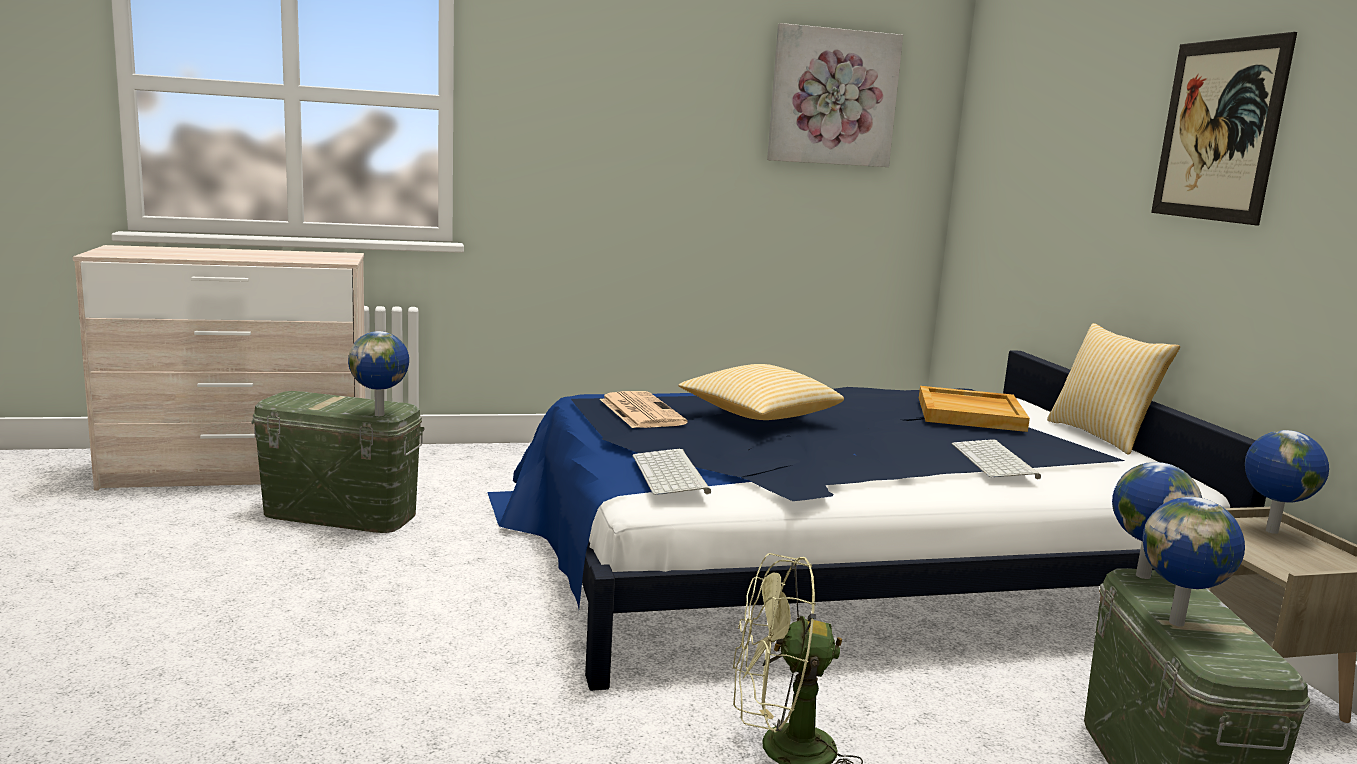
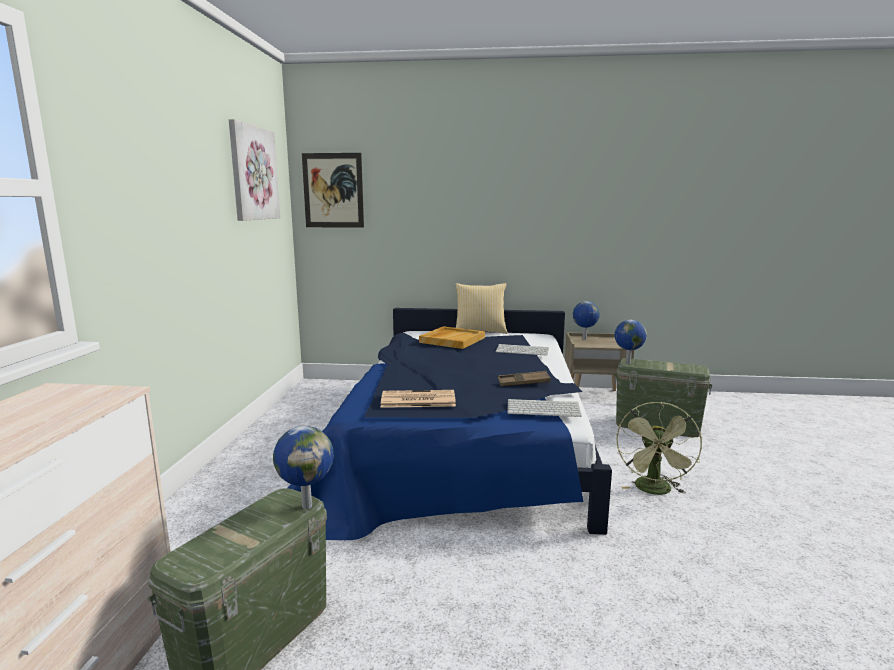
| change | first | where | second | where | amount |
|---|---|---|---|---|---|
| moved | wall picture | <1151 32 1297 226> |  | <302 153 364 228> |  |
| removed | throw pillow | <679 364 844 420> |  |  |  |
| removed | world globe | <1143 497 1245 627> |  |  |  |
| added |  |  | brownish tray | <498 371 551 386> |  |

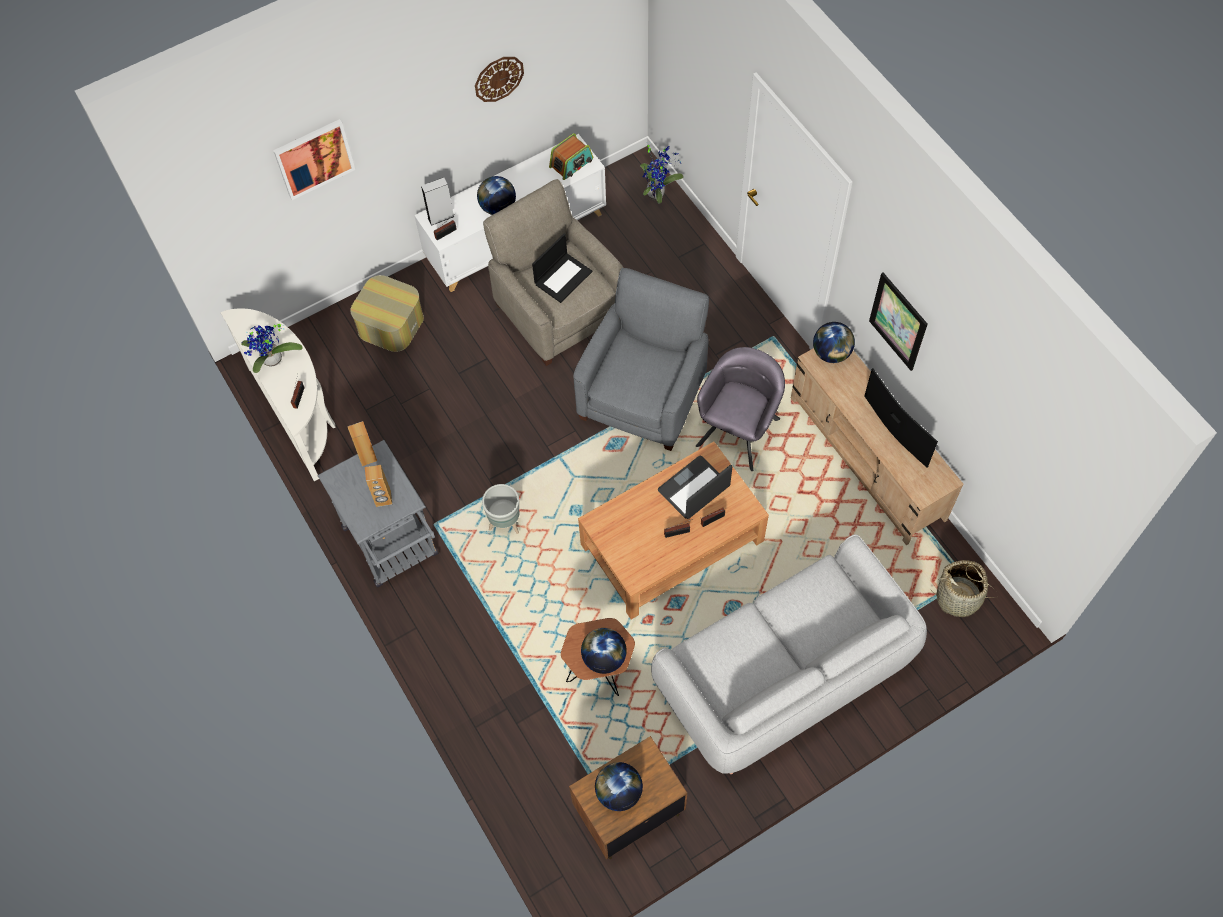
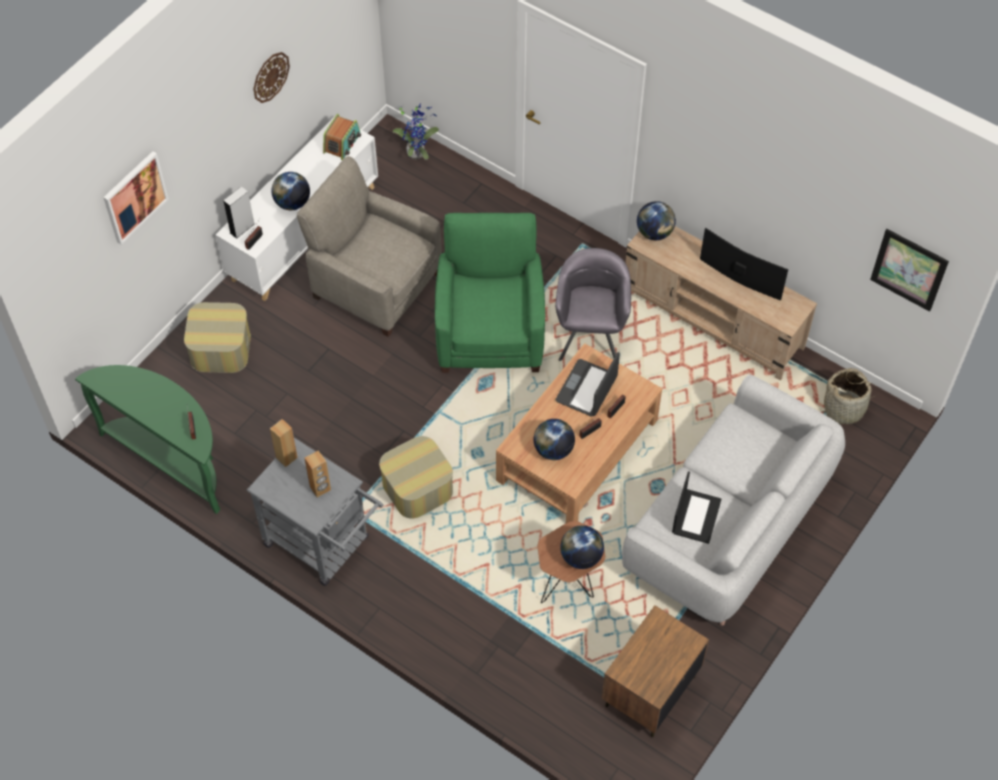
| change | first | where | second | where | amount |
|---|---|---|---|---|---|
| moved | laptop | <532 233 592 303> |  | <672 472 722 544> |  |
| recoloured | gray easy chair | <573 268 709 451> | green-coloured easy chair | <435 213 545 373> |  |
| moved | wall picture | <869 273 928 371> |  | <870 229 949 312> |  |
| recoloured | white-coloured hall table | <220 308 336 481> | green-coloured hall table | <75 365 220 514> |  |
| removed | plant in a pot | <241 324 303 373> |  |  |  |
| replaced | gray plant pot | <482 484 520 534> | pouffe | <379 436 453 518> |  |
| moved | world globe | <595 762 643 811> |  | <534 419 575 460> |  |

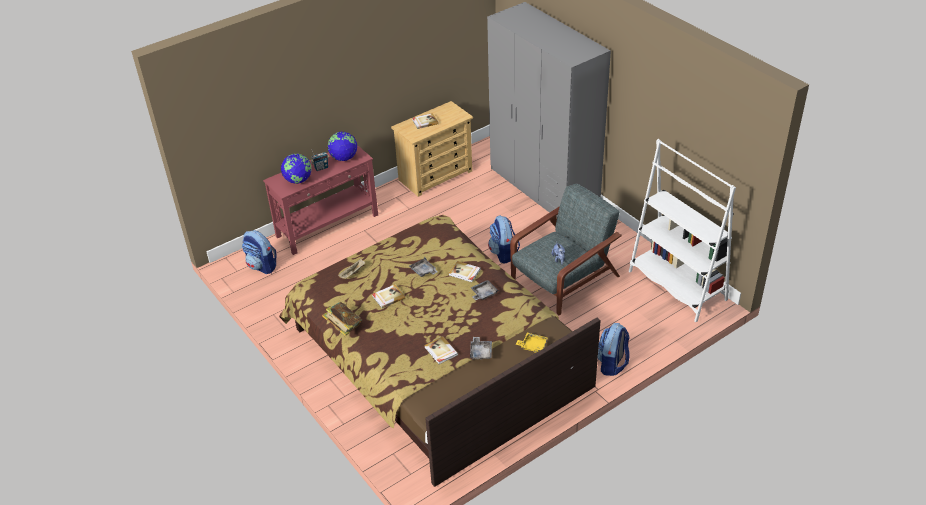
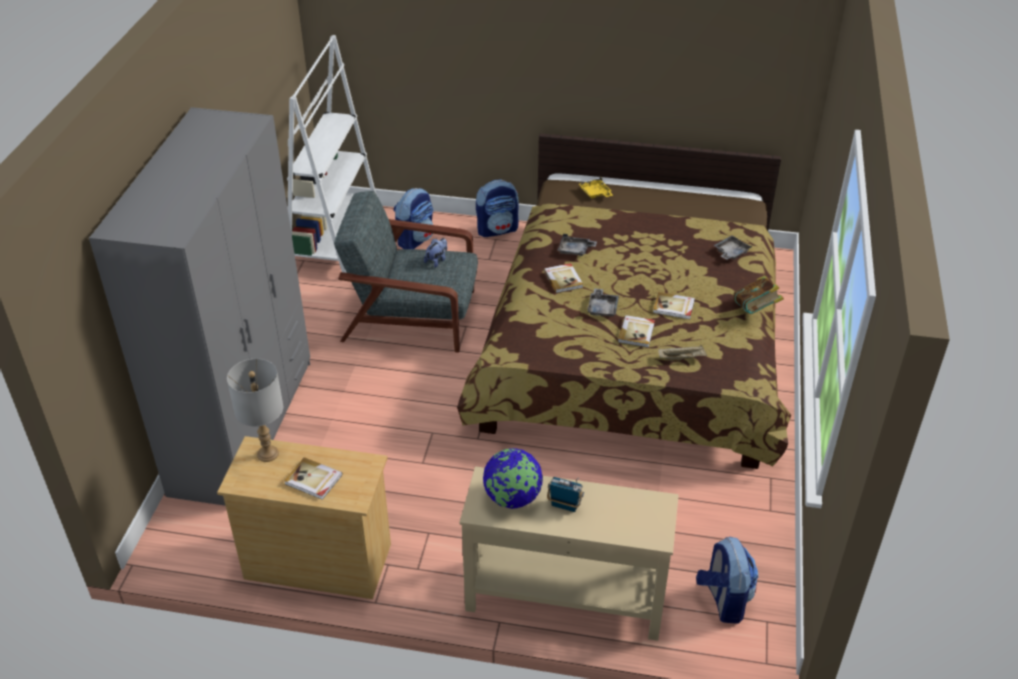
| change | first | where | second | where | amount |
|---|---|---|---|---|---|
| recoloured | red hall table | <263 145 378 255> | sand-coloured hall table | <459 466 679 641> |  |
| removed | world globe | <281 153 312 184> |  |  |  |
| moved | rucksack | <488 215 520 264> |  | <393 188 433 249> |  |
| moved | book | <424 336 458 364> |  | <618 315 655 348> |  |
| moved | gray tray | <470 337 492 360> |  | <714 236 752 260> |  |
| added |  |  | gray tabletop lamp | <227 359 283 462> |  |

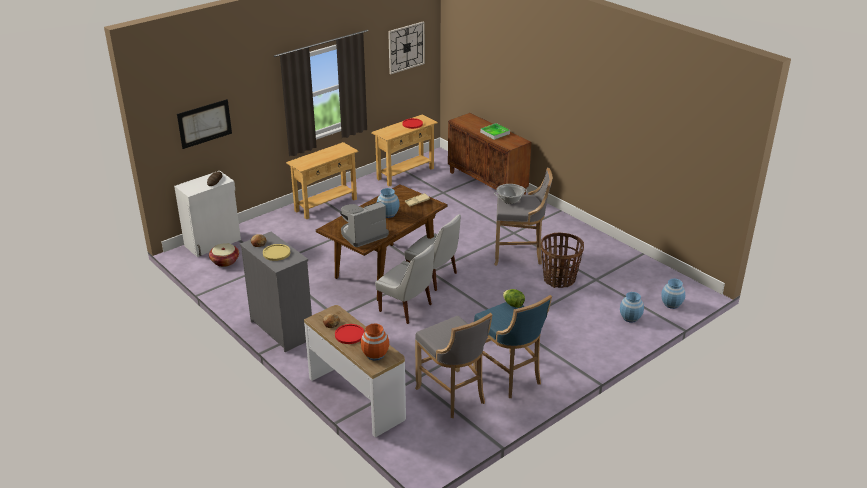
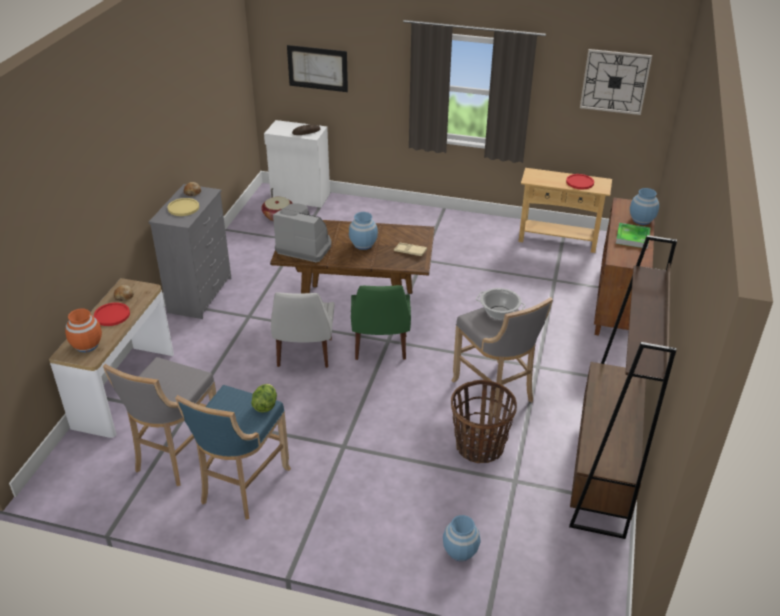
| change | first | where | second | where | amount |
|---|---|---|---|---|---|
| removed | sand-coloured hall table | <286 142 359 219> |  |  |  |
| recoloured | white-coloured plain chair | <404 214 461 291> | green-coloured plain chair | <351 285 411 360> |  |
| moved | blue flower vase | <661 279 685 309> |  | <630 188 659 225> |  |
| added |  |  | brownish bookcase | <569 235 677 539> |  |

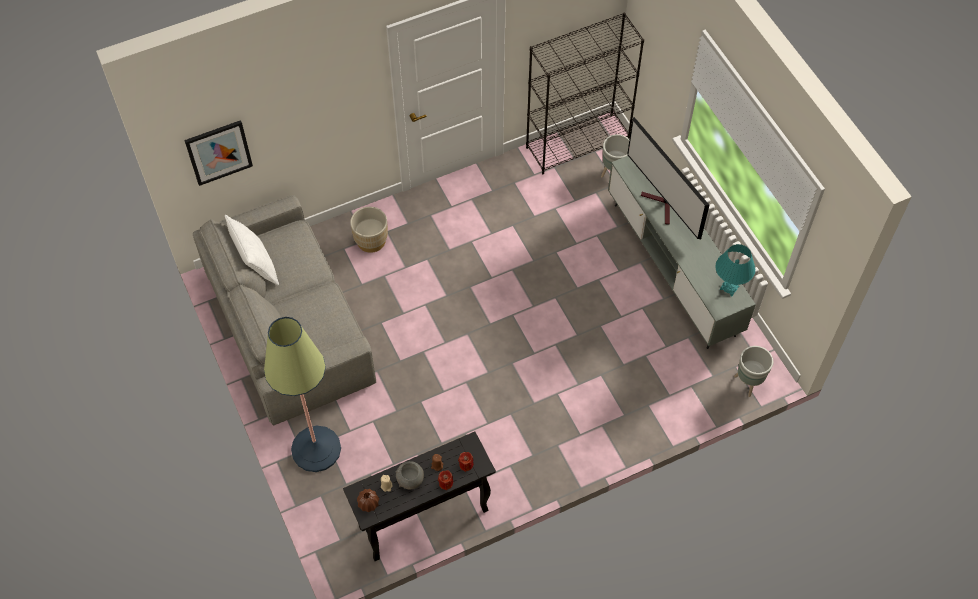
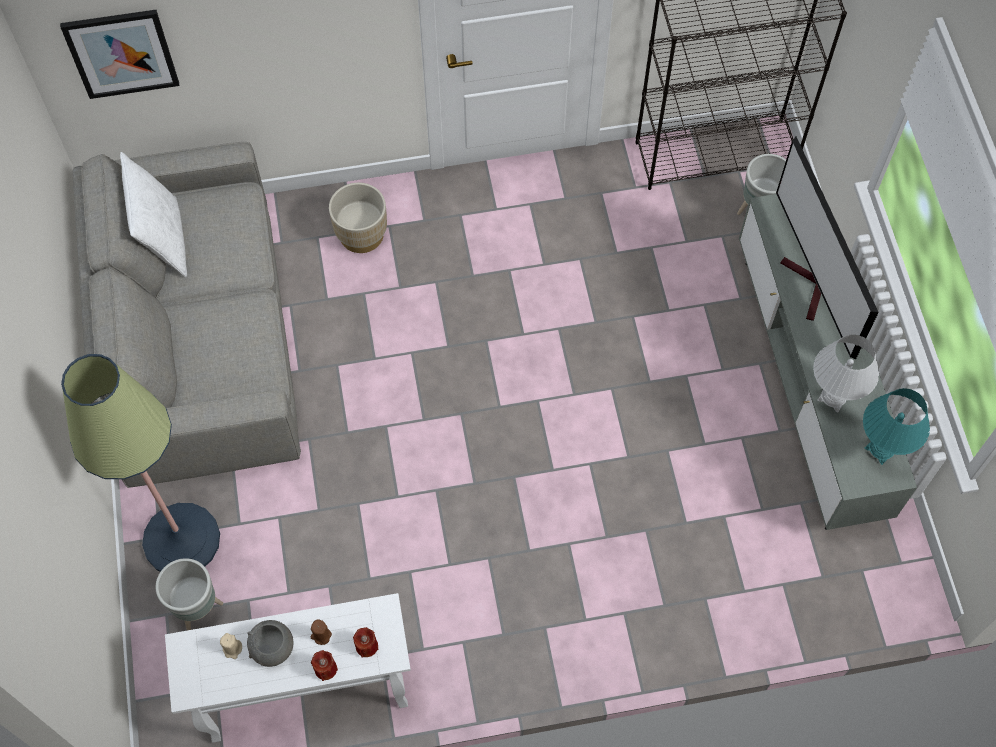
| change | first | where | second | where | amount |
|---|---|---|---|---|---|
| moved | gray plant pot | <734 346 773 397> |  | <155 558 223 630> |  |
| recoloured | blackish hall table | <343 432 496 561> | white-coloured hall table | <165 593 411 743> |  |
| removed | brownish flower vase | <357 489 379 512> |  |  |  |
| added |  |  | white-coloured tabletop lamp | <813 335 879 413> |  |

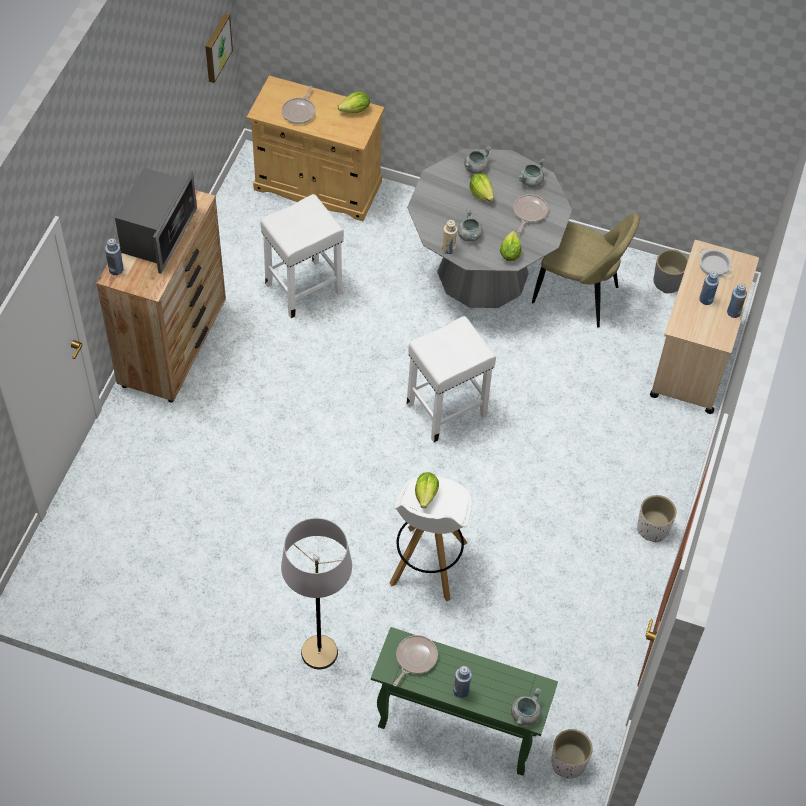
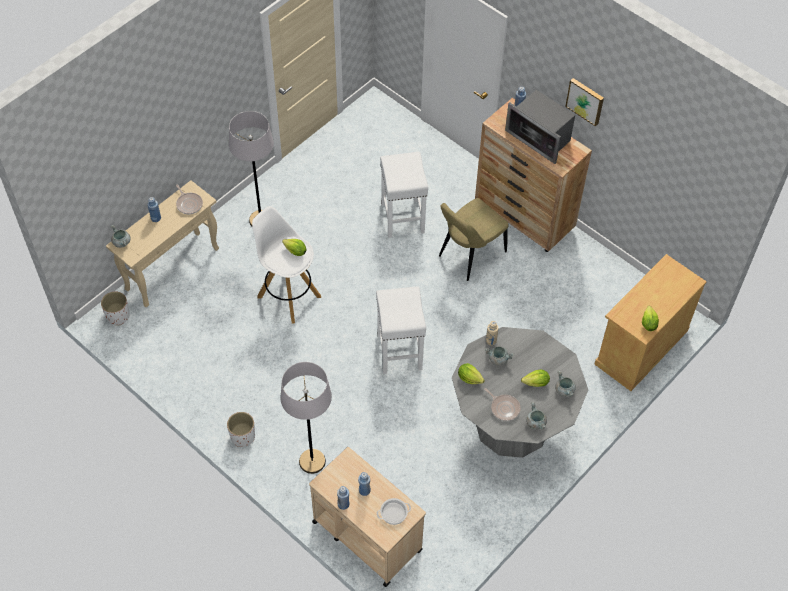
| change | first | where | second | where | amount |
|---|---|---|---|---|---|
| moved | wall picture | <205 13 233 83> |  | <565 78 604 126> |  |
| removed | skillet | <282 86 316 124> |  |  |  |
| moved | white-coloured sitting stool | <260 194 344 318> |  | <380 152 428 238> |  |
| moved | sand-coloured plain chair | <532 213 640 328> |  | <439 198 509 281> |  |
| removed | gray plant pot | <653 249 688 293> |  |  |  |
| recoloured | green-coloured hall table | <371 627 558 776> | sand-coloured hall table | <106 180 219 307> |  |
| added |  |  | gray floor lamp | <280 362 332 474> |  |

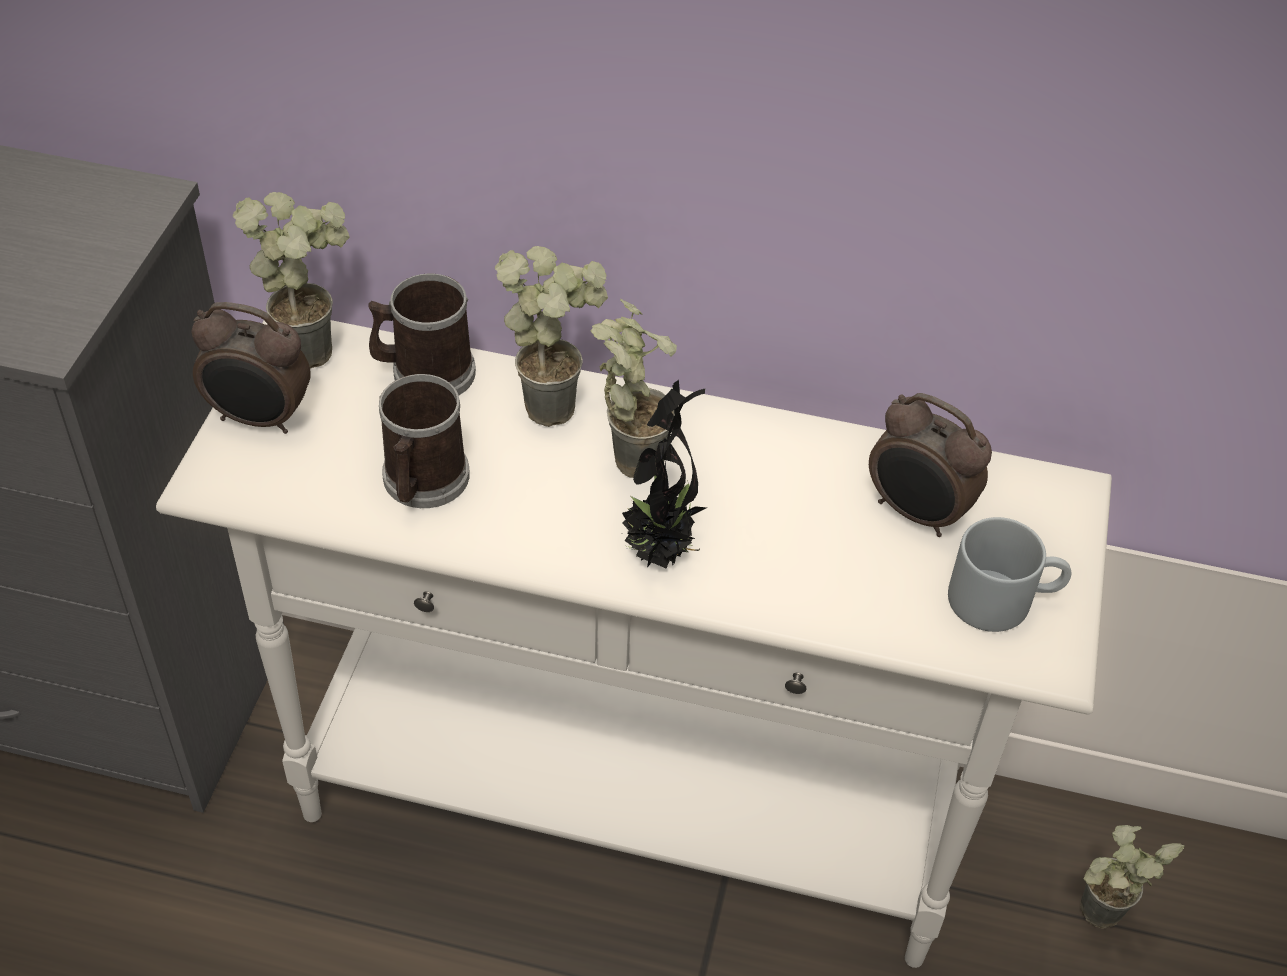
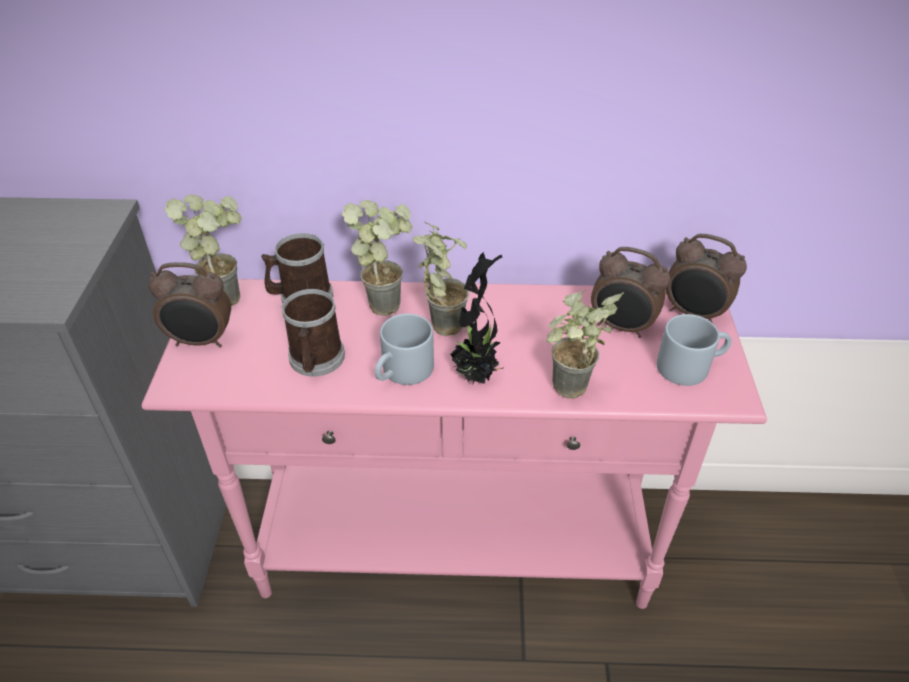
| change | first | where | second | where | amount |
|---|---|---|---|---|---|
| recoloured | white-coloured hall table | <156 320 1112 968> | pinkish hall table | <142 279 767 609> |  |
| moved | plant in a pot | <1080 825 1185 929> |  | <546 290 624 399> |  |
| added |  |  | table clock | <665 234 747 323> |  |
| added |  |  | gray mug | <375 313 434 385> |  |

